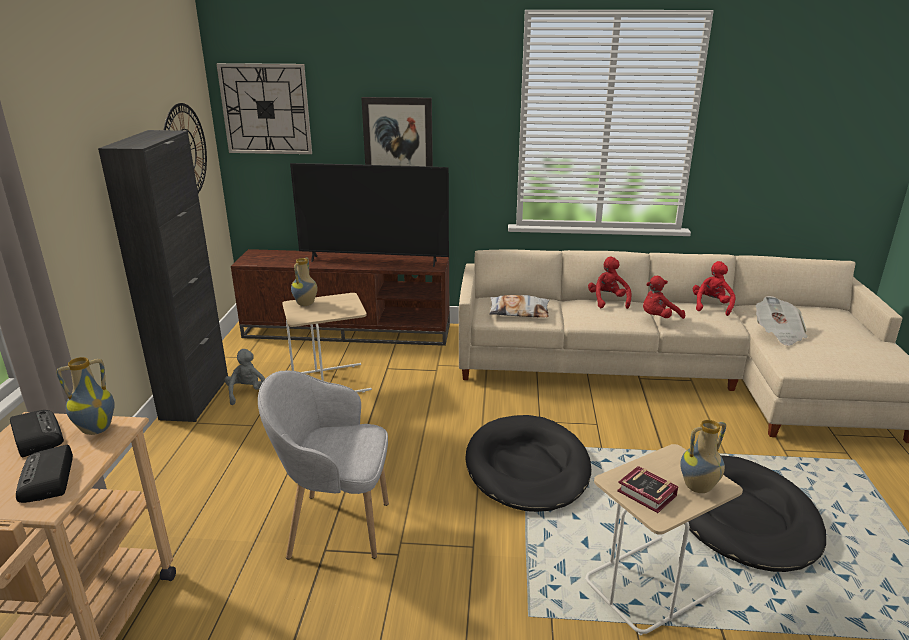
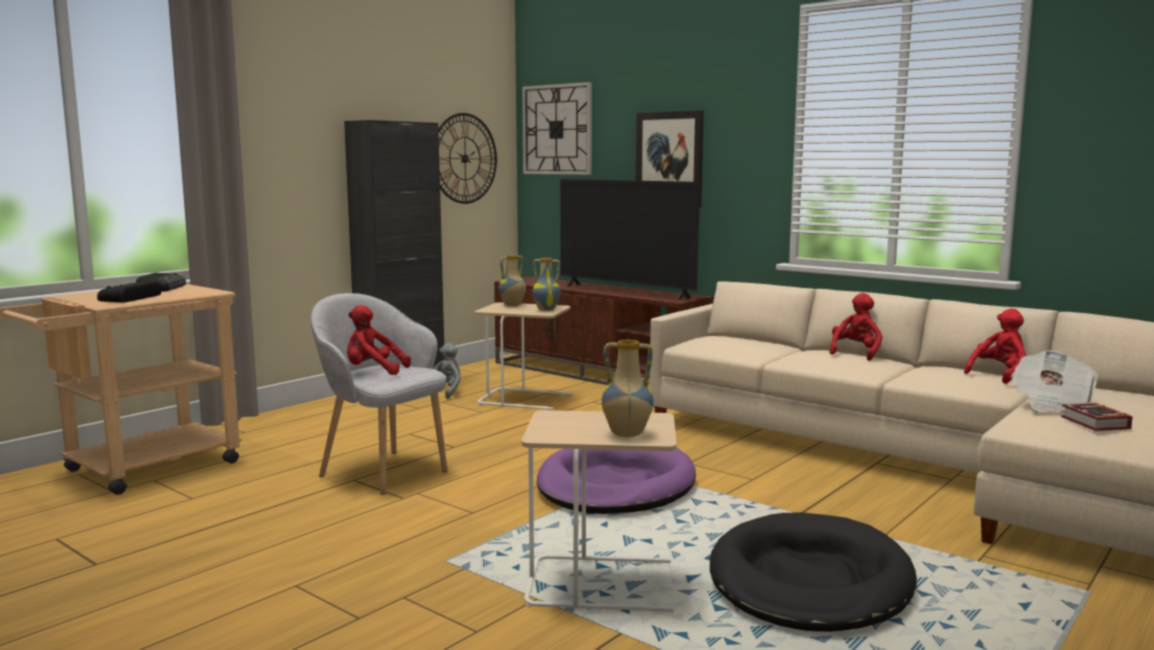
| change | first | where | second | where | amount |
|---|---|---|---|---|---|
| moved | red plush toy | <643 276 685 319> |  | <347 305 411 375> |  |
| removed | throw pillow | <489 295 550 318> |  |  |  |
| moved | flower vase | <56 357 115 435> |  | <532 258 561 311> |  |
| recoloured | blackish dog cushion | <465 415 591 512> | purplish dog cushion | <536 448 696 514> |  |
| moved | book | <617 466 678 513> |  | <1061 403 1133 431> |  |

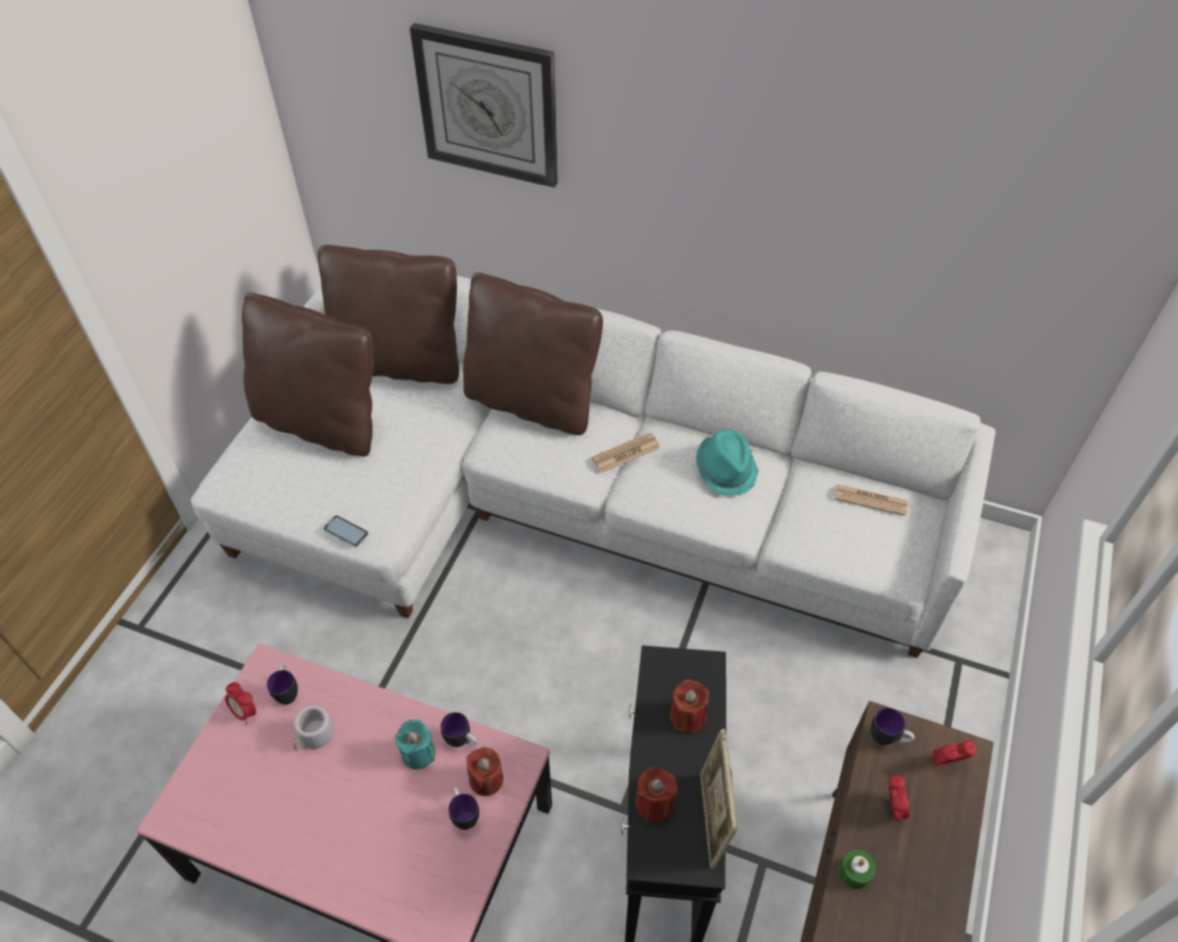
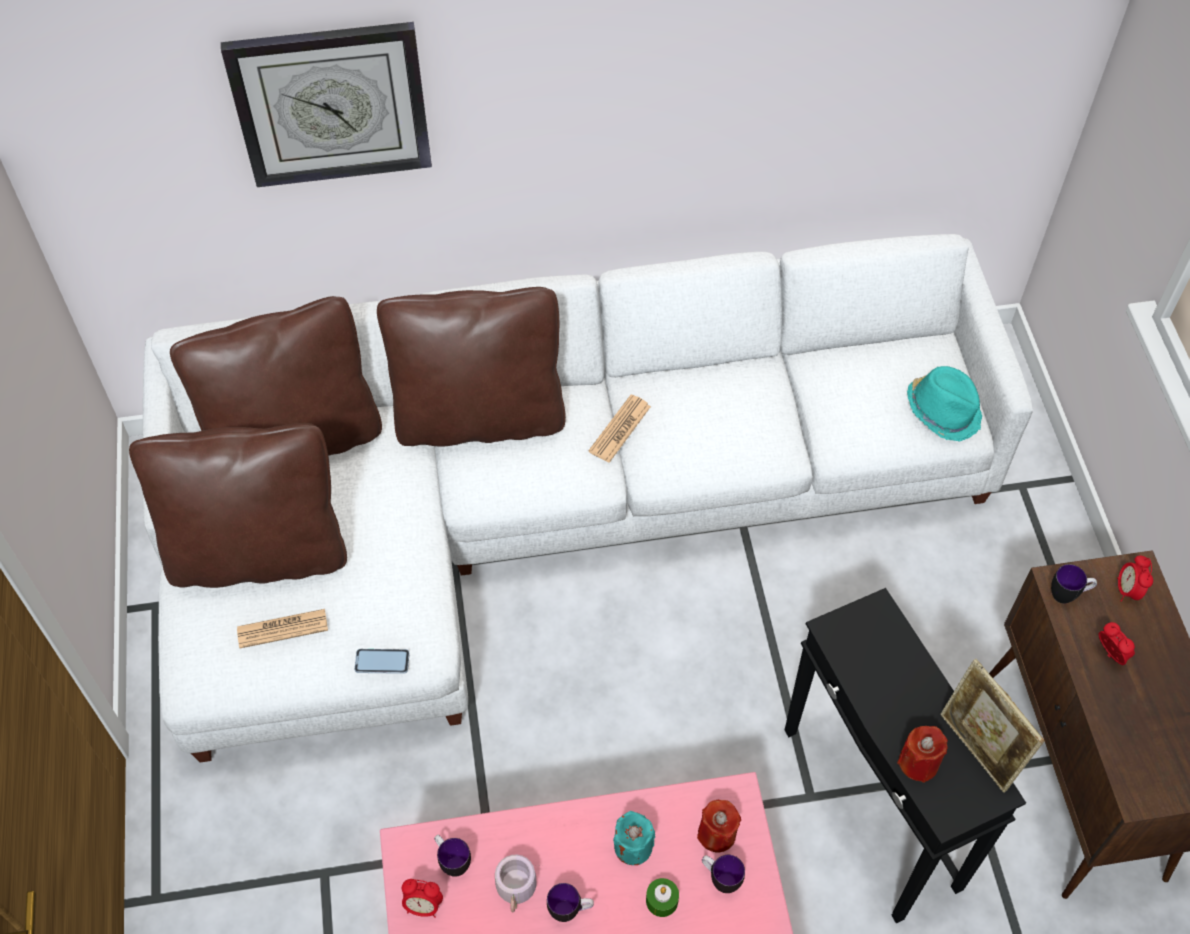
| change | first | where | second | where | amount |
|---|---|---|---|---|---|
| moved | turquoise-coloured clothing hat | <696 430 759 496> |  | <907 366 982 441> |  |
| moved | printed paper | <834 484 908 516> |  | <237 609 328 648> |  |
| removed | red wax light | <670 680 709 733> |  |  |  |
| moved | mug | <440 712 478 747> |  | <547 883 594 922> |  |
| turned | table clock | <931 740 976 766> |  | <1117 555 1153 602> | 45 degrees counterclockwise |
| moved | green-coloured wax light | <839 850 876 889> |  | <646 878 679 917> |  |

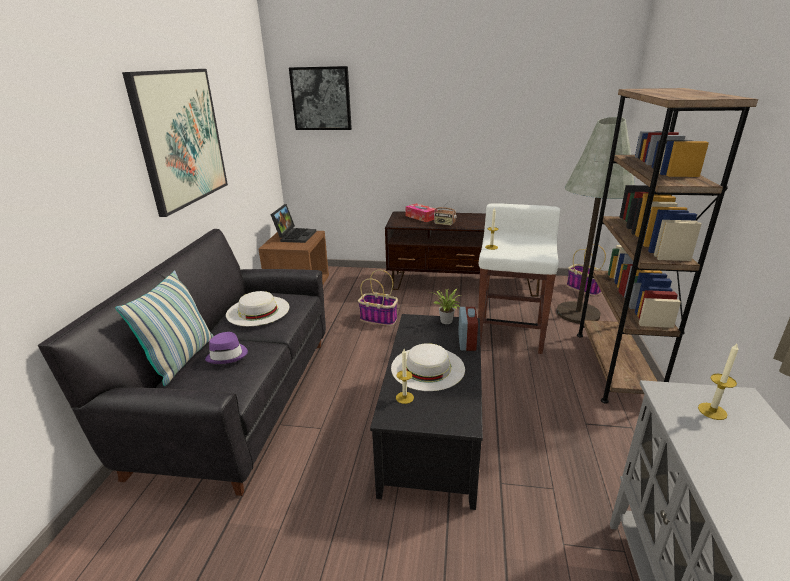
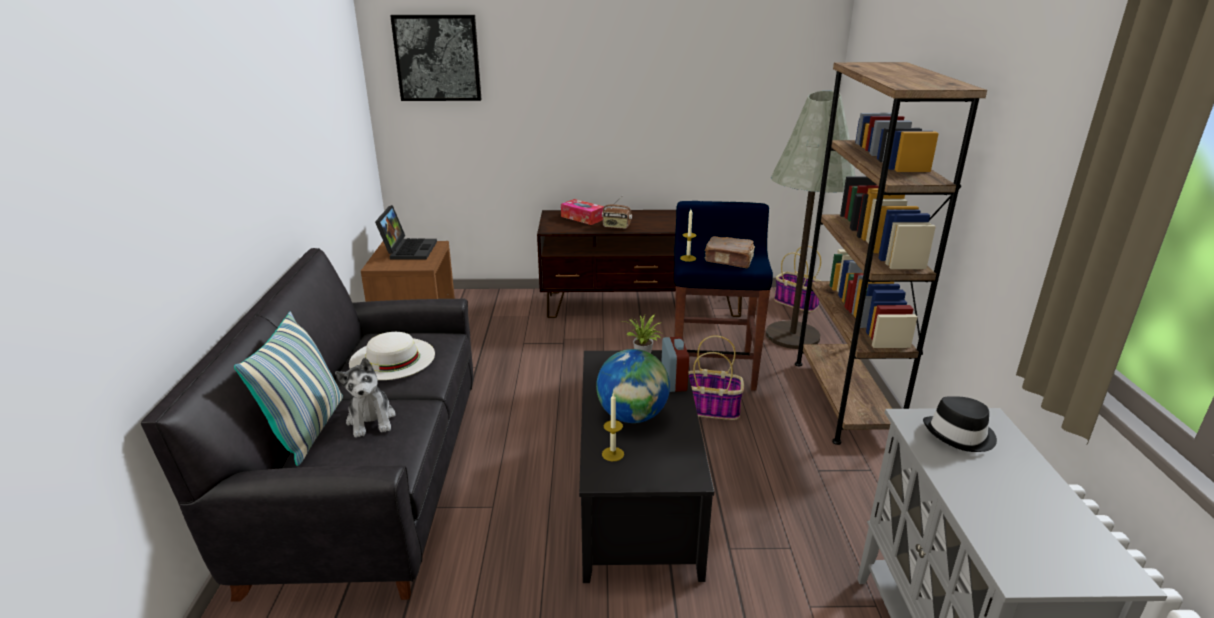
| change | first | where | second | where | amount |
|---|---|---|---|---|---|
| removed | wall picture | <122 69 228 217> |  |  |  |
| recoloured | white-coloured sitting stool | <478 204 560 354> | blue sitting stool | <674 201 773 391> |  |
| moved | basket | <358 270 398 326> |  | <688 335 744 420> |  |
| replaced | purplish clothing hat | <205 332 248 364> | plush toy | <335 358 396 438> |  |
| replaced | white-coloured clothing hat | <391 343 465 391> | world globe | <596 349 670 423> |  |
| replaced | wax light | <698 344 738 420> | blackish clothing hat | <923 396 997 452> |  |
| added |  |  | brownish book | <705 236 755 268> |  |

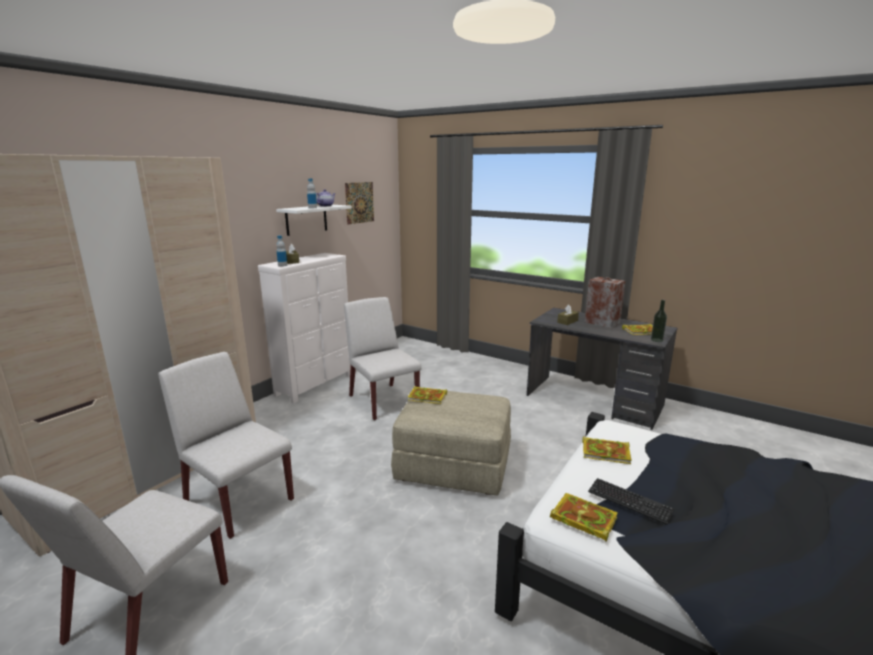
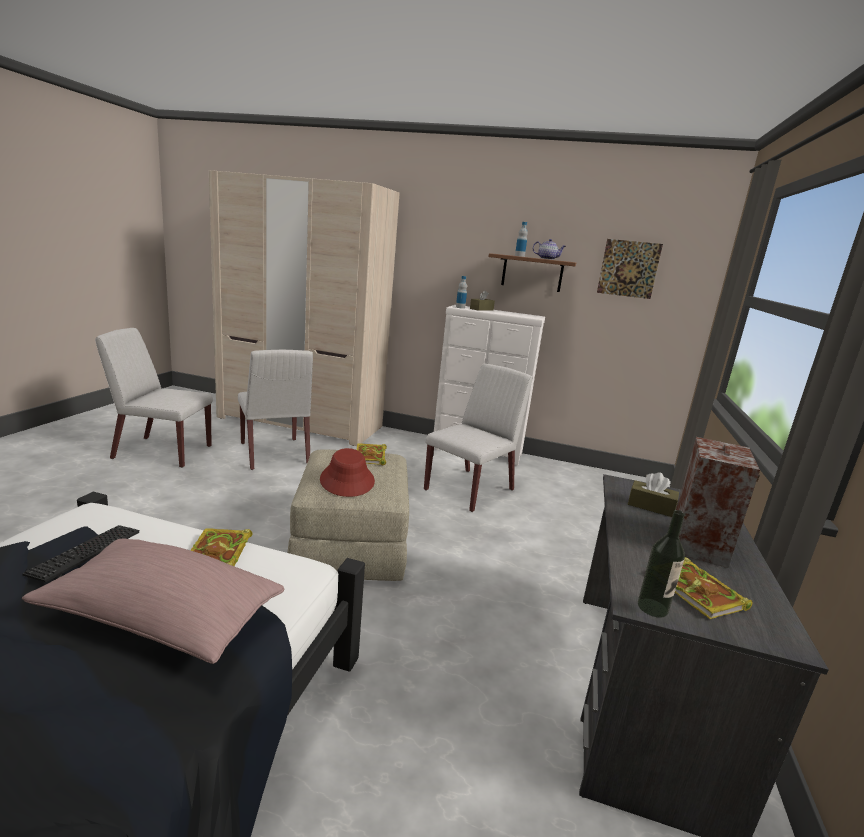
| change | first | where | second | where | amount |
|---|---|---|---|---|---|
| recoloured | white-coloured shelf | <276 205 352 236> | brownish shelf | <488 253 576 292> |  |
| turned | white-coloured plain chair | <158 352 294 539> |  | <238 350 313 470> | 135 degrees clockwise |
| removed | book | <550 493 618 541> |  |  |  |
| added |  |  | red clothing hat | <320 448 375 497> |  |
| added |  |  | pinkish throw pillow | <22 538 285 664> |  |

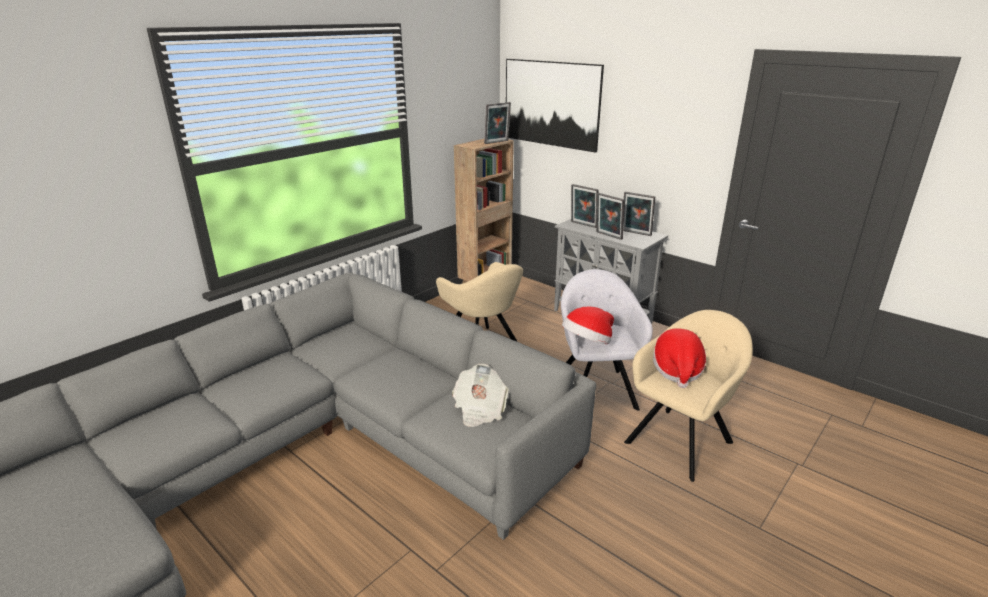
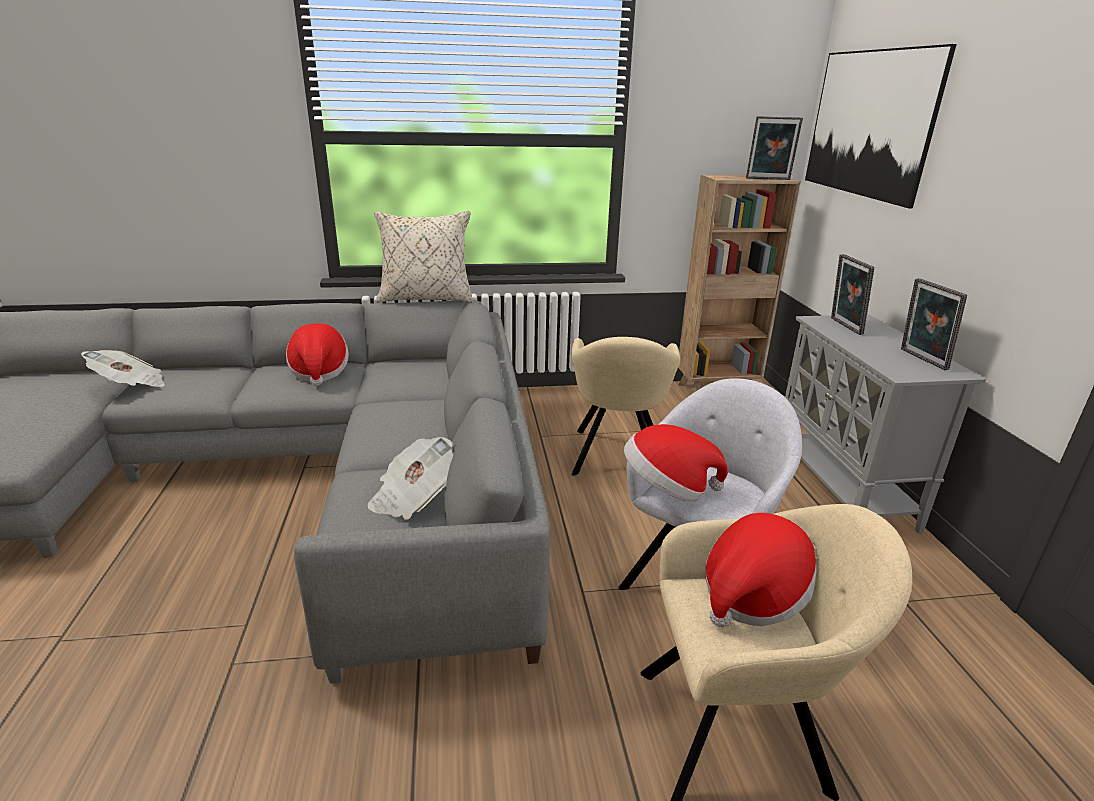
| change | first | where | second | where | amount |
|---|---|---|---|---|---|
| removed | standing frame | <596 193 625 240> |  |  |  |
| added |  |  | sand-coloured throw pillow | <374 211 473 303> |  |
| added |  |  | clothing hat | <286 324 349 386> |  |
| added |  |  | printed paper | <81 350 164 387> |  |

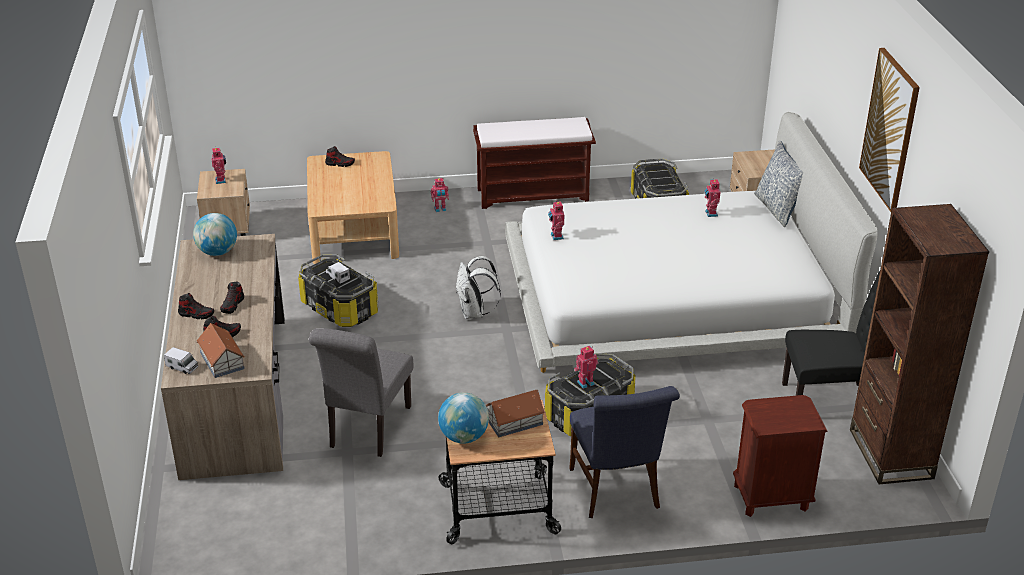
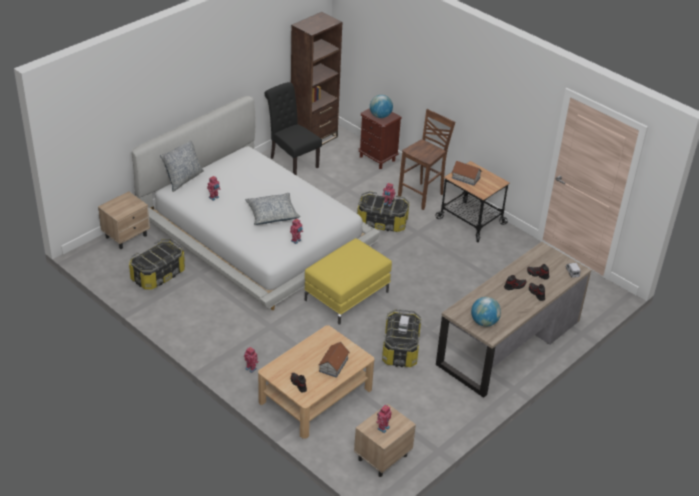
| change | first | where | second | where | amount |
|---|---|---|---|---|---|
| removed | wall picture | <859 48 920 212> |  |  |  |
| removed | brownish long seat | <473 117 596 209> |  |  |  |
| replaced | white-coloured rucksack | <456 256 501 319> | yellow-coloured pouffe | <304 238 392 324> |  |
| moved | toy house | <197 323 245 378> |  | <318 342 350 378> |  |
| removed | gray plain chair | <309 328 413 457> |  |  |  |
| replaced | blue plain chair | <569 386 680 518> | brownish sitting stool | <398 109 455 210> |  |
| moved | world globe | <438 392 489 444> |  | <370 95 393 118> |  |
| added |  |  | throw pillow | <245 193 301 225> |  |

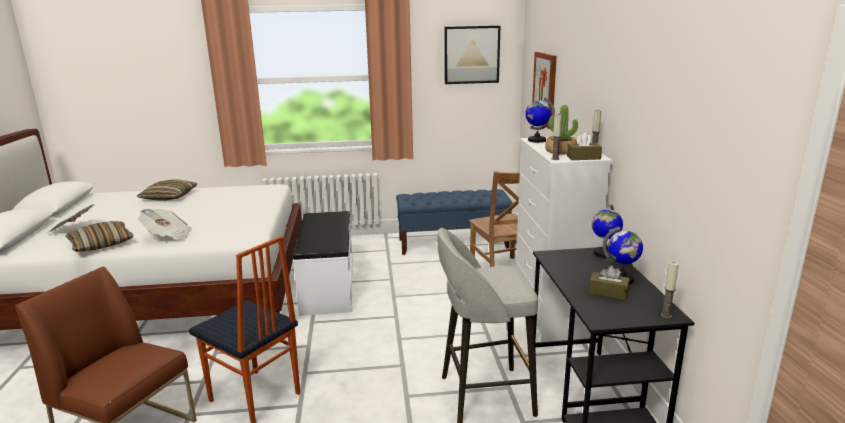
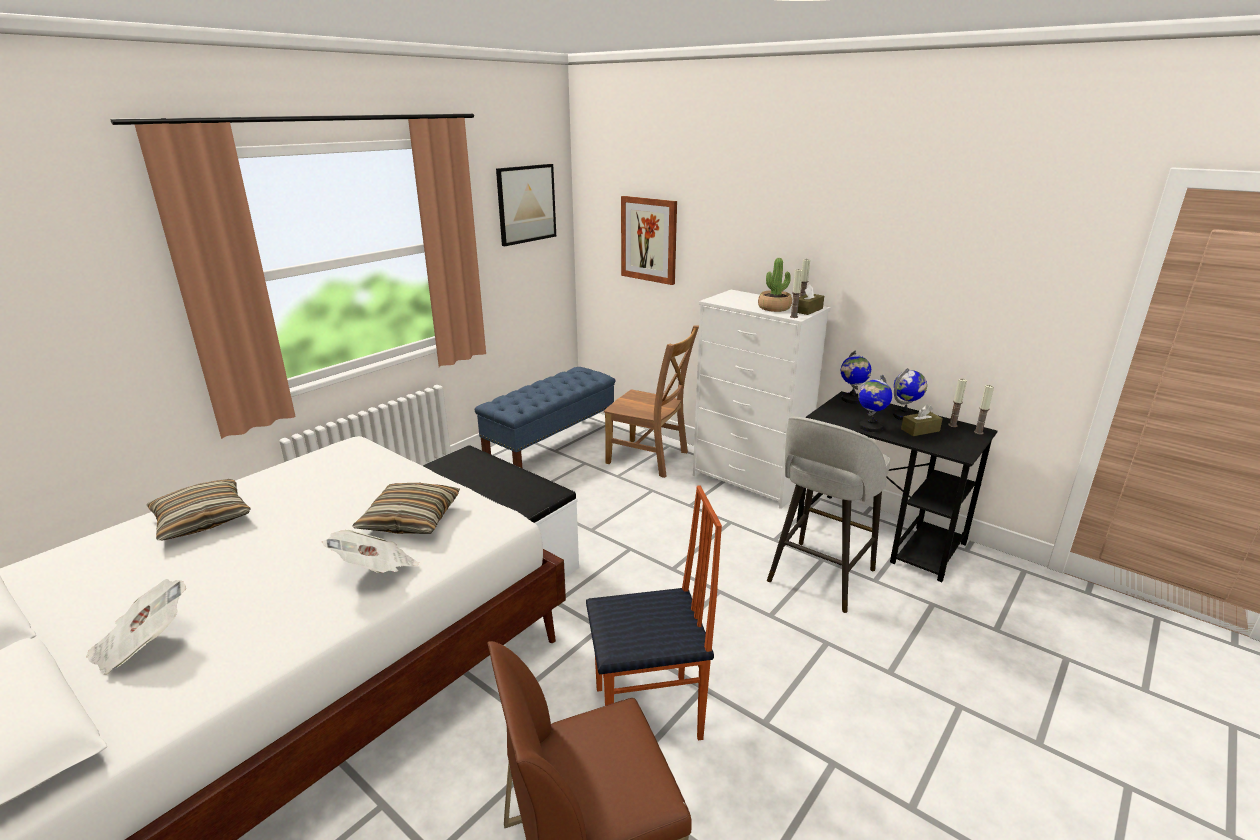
| change | first | where | second | where | amount |
|---|---|---|---|---|---|
| moved | world globe | <525 98 555 143> |  | <858 375 892 432> |  |
| moved | throw pillow | <65 221 134 252> |  | <352 483 460 534> |  |
| added |  |  | wax light | <948 379 967 427> |  |

